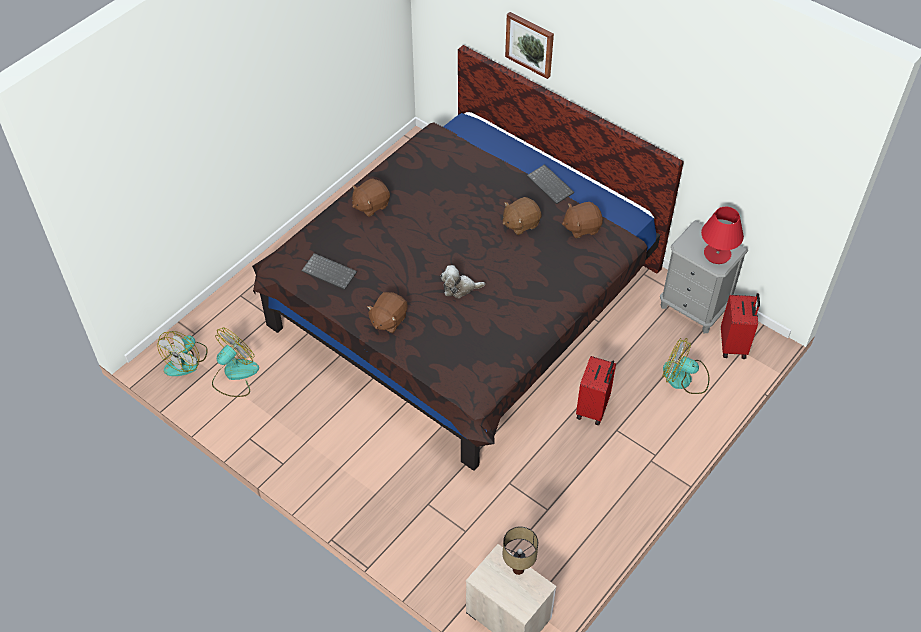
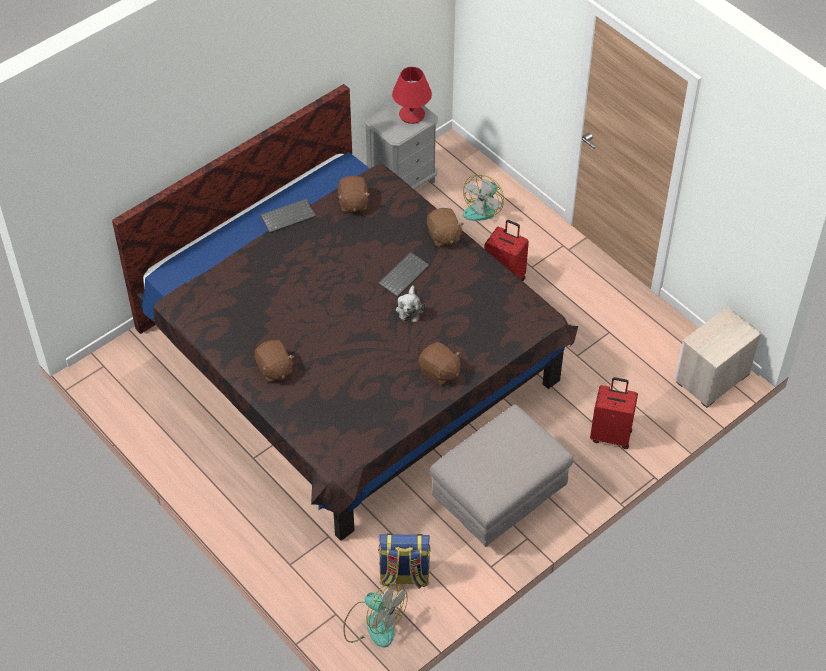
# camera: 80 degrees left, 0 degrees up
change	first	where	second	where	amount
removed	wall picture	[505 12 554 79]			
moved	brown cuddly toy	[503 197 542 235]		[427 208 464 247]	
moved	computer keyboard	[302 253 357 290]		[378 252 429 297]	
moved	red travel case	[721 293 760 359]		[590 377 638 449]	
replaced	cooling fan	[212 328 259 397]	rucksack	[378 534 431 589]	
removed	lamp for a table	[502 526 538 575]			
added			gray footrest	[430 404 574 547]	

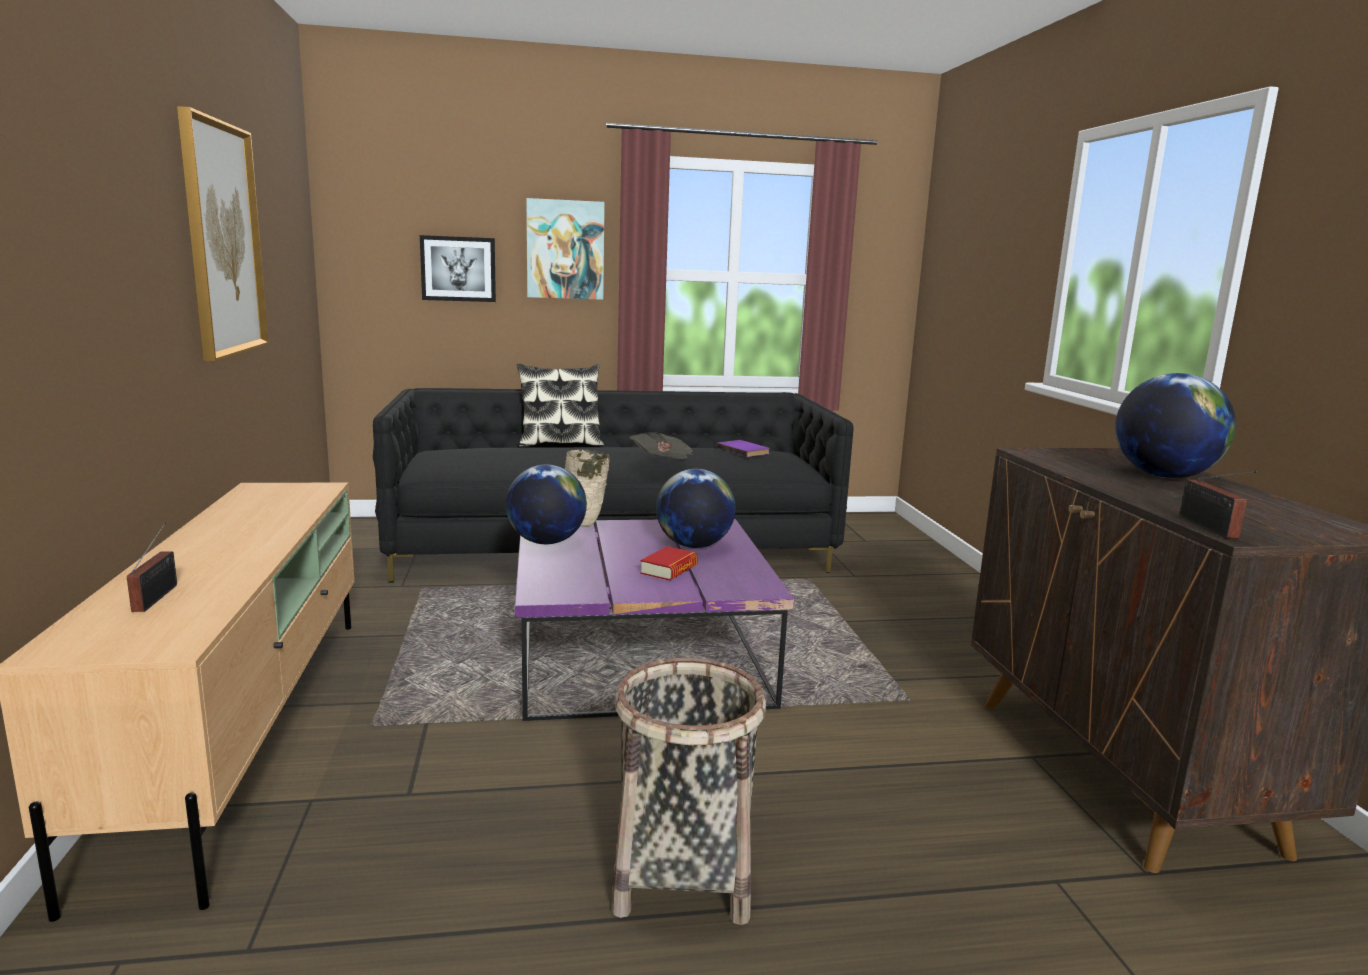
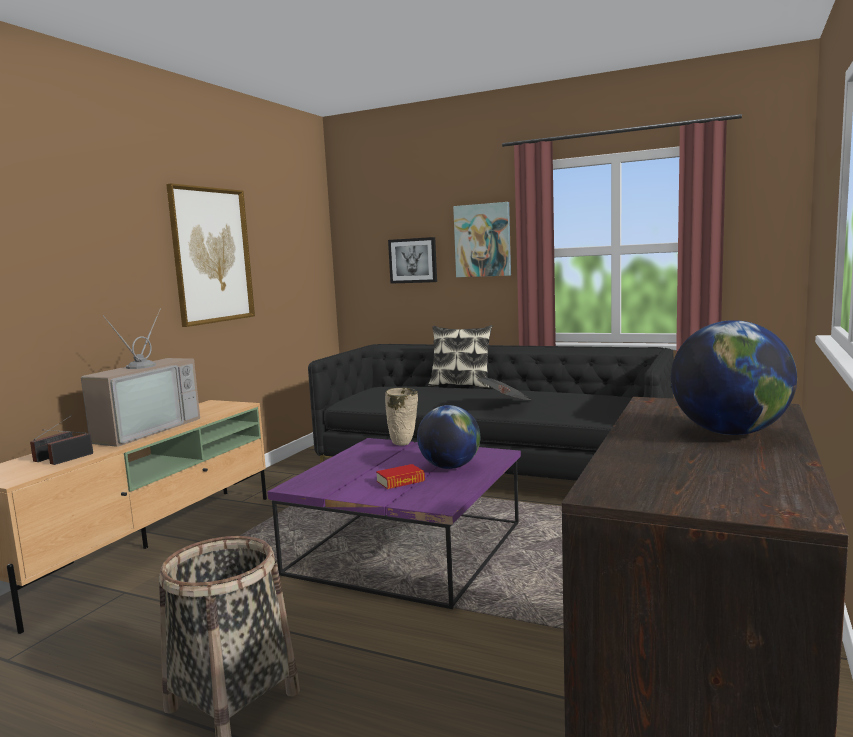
# camera: 35 degrees right, 5 degrees down
change	first	where	second	where	amount
removed	purplish book	[717 440 770 457]			
removed	world globe	[506 464 587 544]			
moved	radio set	[1180 471 1257 539]		[42 429 93 465]	
added			television	[81 309 200 447]	

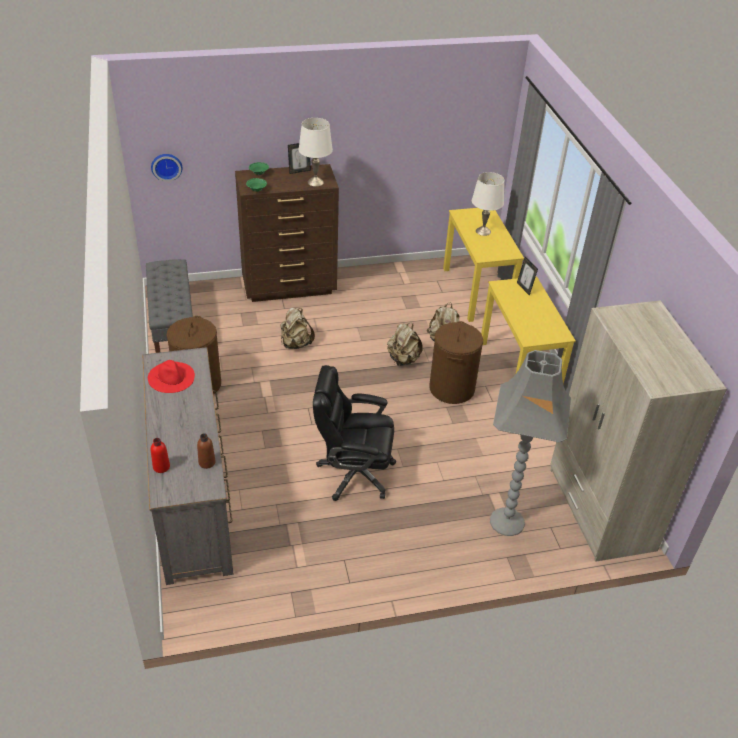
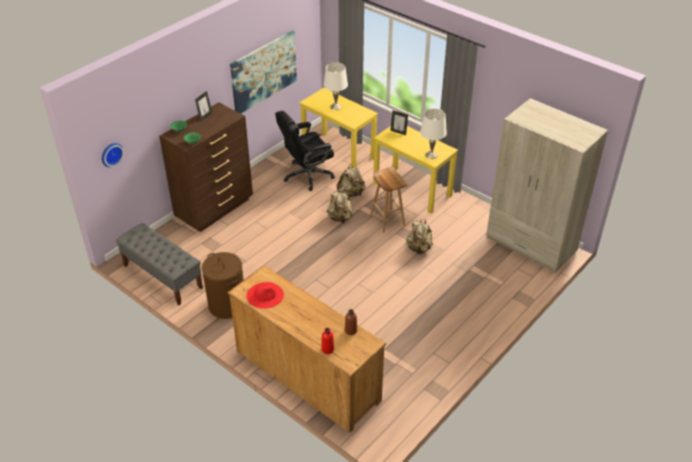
# camera: 35 degrees left, 0 degrees up
change	first	where	second	where	amount
moved	white lamp for a table	[298 118 333 186]		[420 109 447 159]	
moved	sand-coloured rucksack	[280 308 315 349]		[406 219 433 255]	
replaced	brown laundry basket	[429 321 483 404]	brown stool seat	[370 167 407 233]	
recoloured	gray chest of drawers	[143 347 234 585]	brown chest of drawers	[227 265 386 433]	
removed	gray floor lamp	[490 350 571 536]			
moved	black office chair	[313 365 396 501]		[275 111 335 191]	
added			wall picture	[230 30 297 114]	

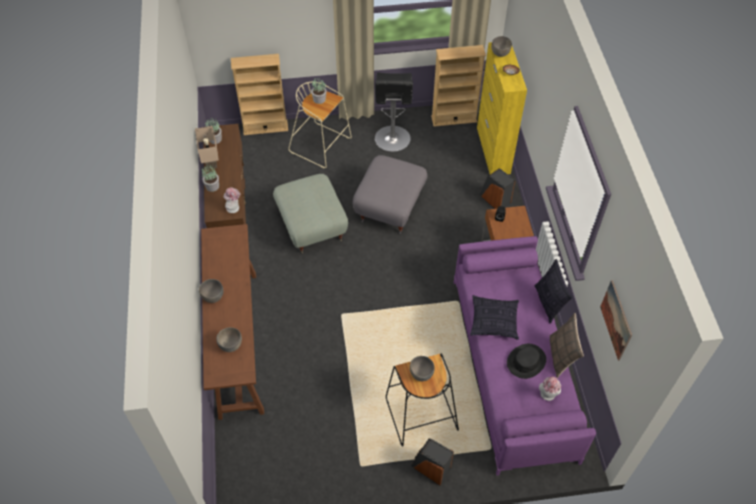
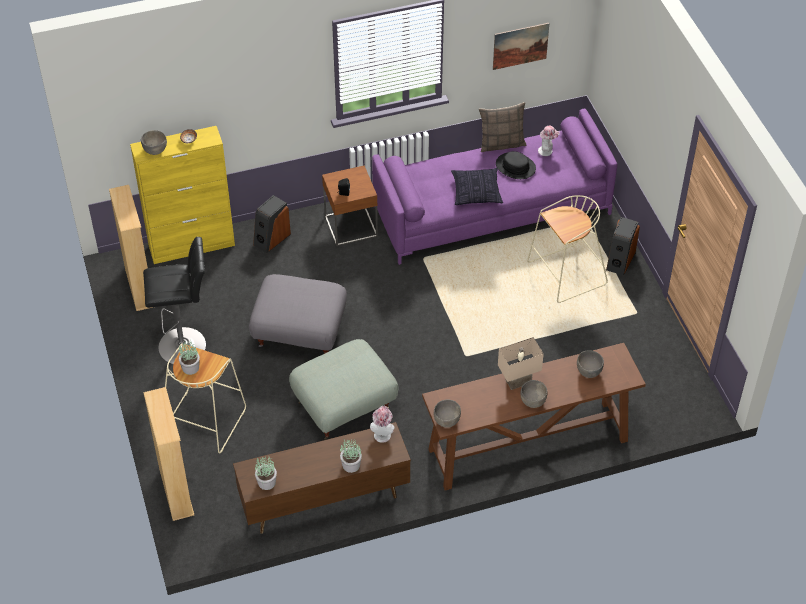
# camera: 100 degrees left, 5 degrees down
change	first	where	second	where	amount
moved	sand-coloured lamp for a table	[195 126 219 170]		[498 337 544 390]	
removed	cushion	[535 259 573 324]			
recoloured	black stool seat	[386 354 459 446]	sand-coloured stool seat	[527 195 608 303]	
moved	gray serving bowl	[410 356 435 381]		[434 400 461 428]	

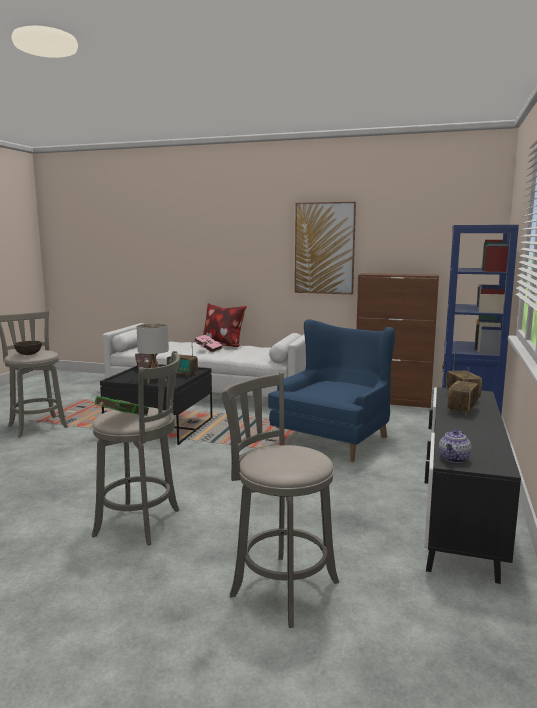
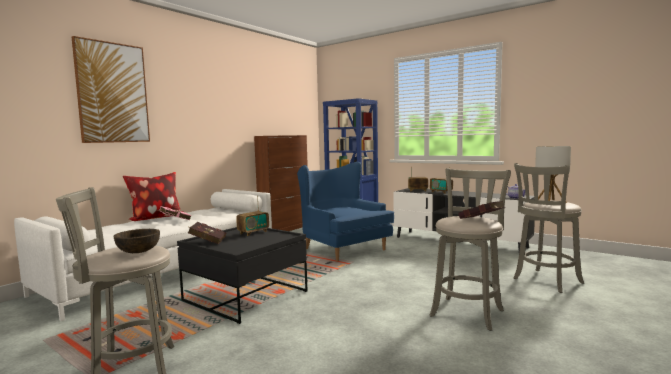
# camera: 70 degrees left, 5 degrees down
change	first	where	second	where	amount
moved	wall picture	[295 202 356 294]		[72 36 150 143]	
moved	lamp for a table	[136 323 169 383]		[535 146 571 203]	
recoloured	green-coloured book	[95 396 149 416]	red book	[458 201 505 219]	

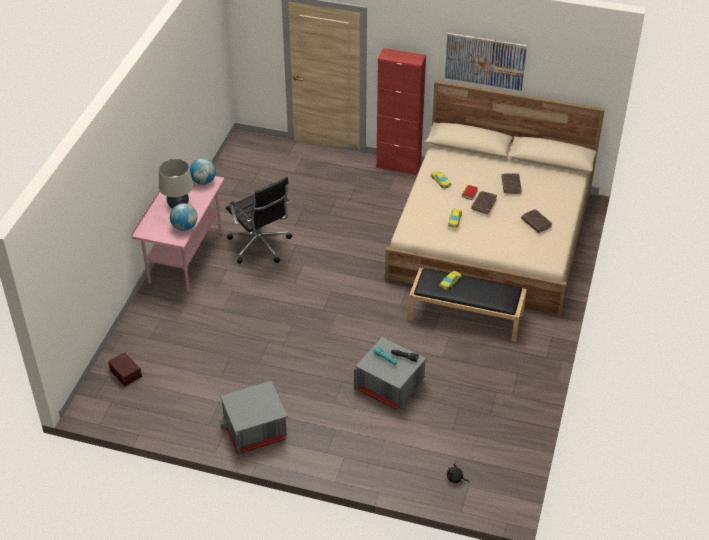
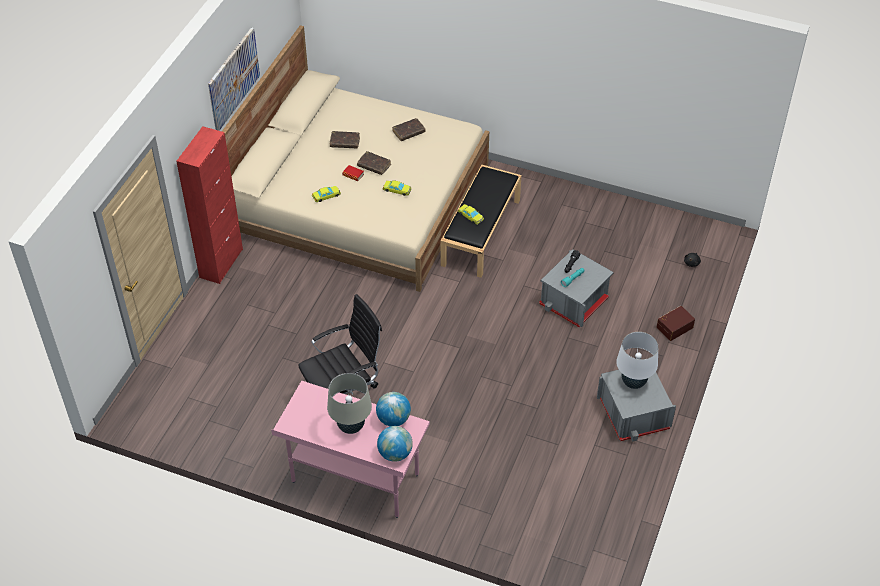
# camera: 85 degrees left, 5 degrees up
change	first	where	second	where	amount
moved	world globe	[190 158 216 185]		[377 426 413 462]	
moved	brown storage container	[108 352 142 386]		[656 306 695 341]	
added			white lamp for a table	[616 332 658 389]	

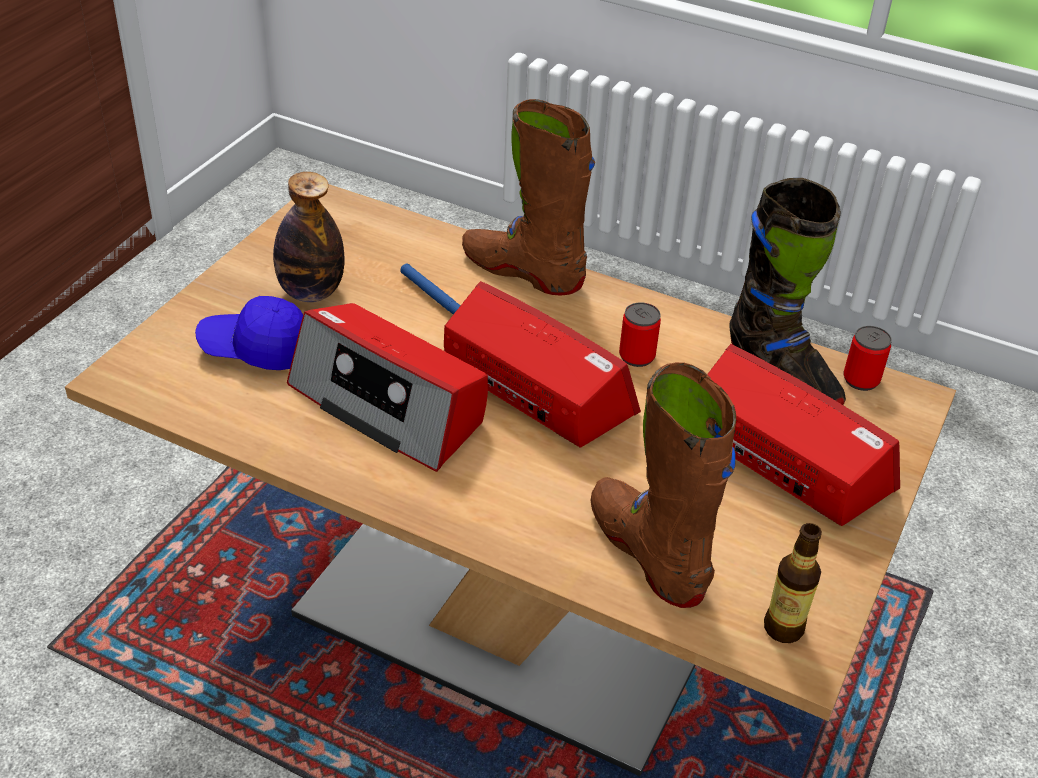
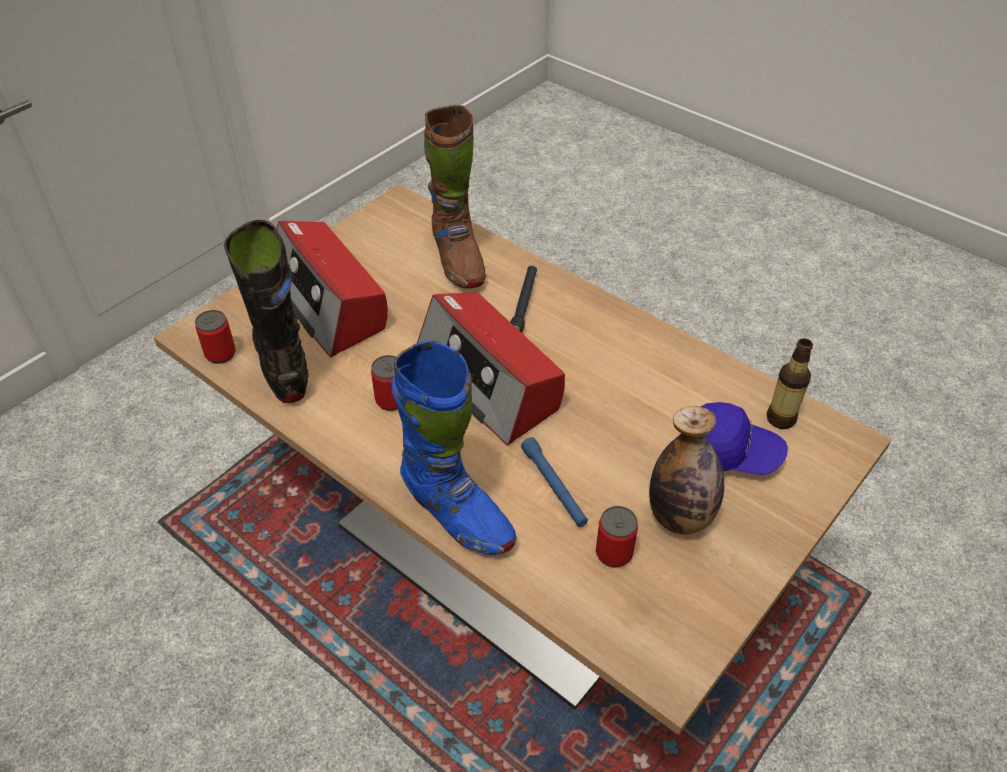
# camera: 165 degrees left, 5 degrees up
change	first	where	second	where	amount
recoloured	brown tall boot	[462 99 595 296]	bluish tall boot	[391 340 516 555]	
removed	radio set	[287 303 488 472]			
moved	bottle	[764 523 822 643]		[767 338 813 429]	
added			black flashlight	[510 266 537 333]	
added			metal can	[596 506 638 568]	

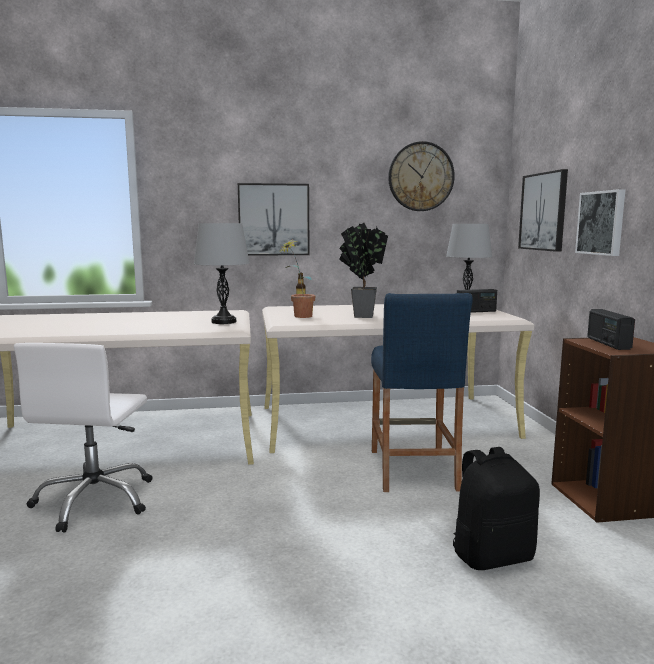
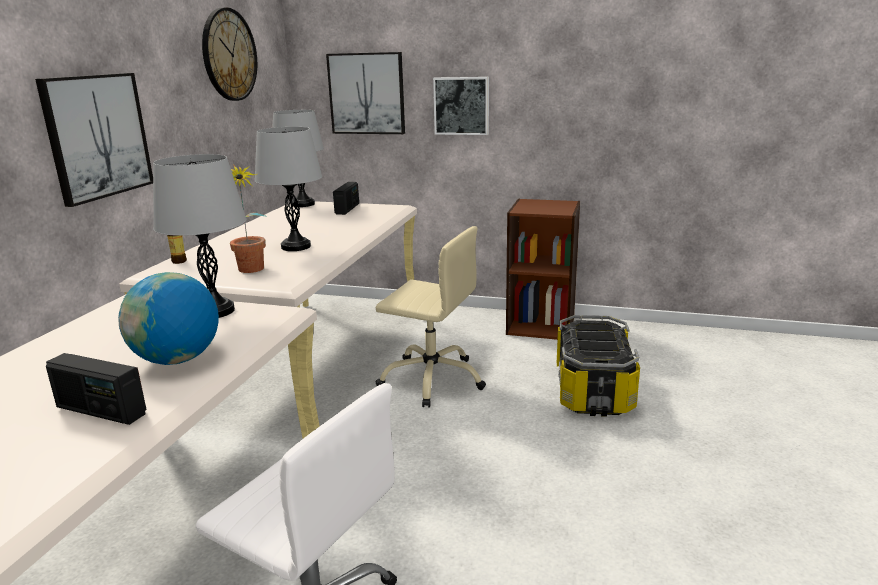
# camera: 65 degrees left, 10 degrees up
change	first	where	second	where	amount
replaced	potted plant	[339 223 388 318]	gray lamp for a table	[255 127 322 251]	
replaced	bluish stool seat	[371 293 473 492]	sand-coloured office chair	[375 226 486 407]	
moved	radio set	[587 309 635 350]		[46 353 146 425]	
replaced	black rucksack	[453 447 540 570]	storage container	[557 315 640 417]	
added			world globe	[118 272 219 365]	

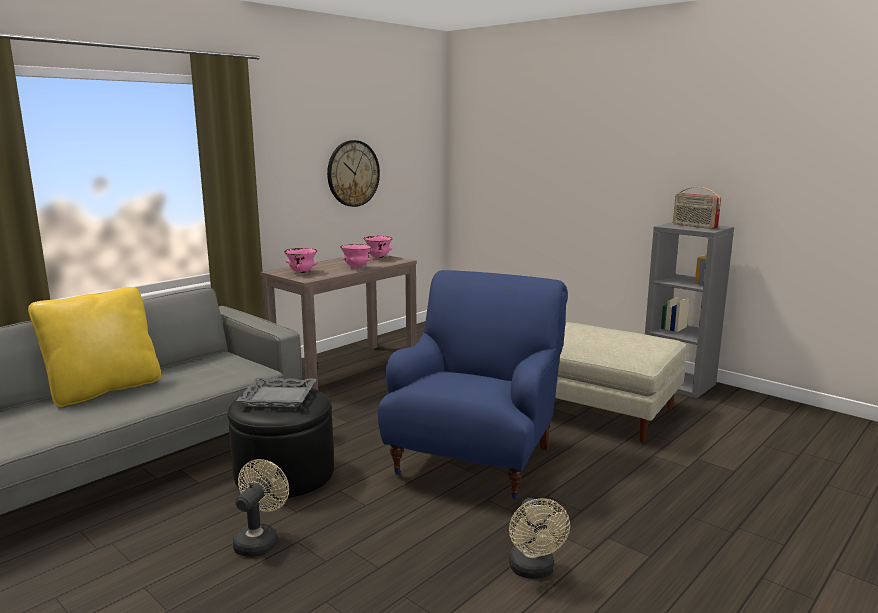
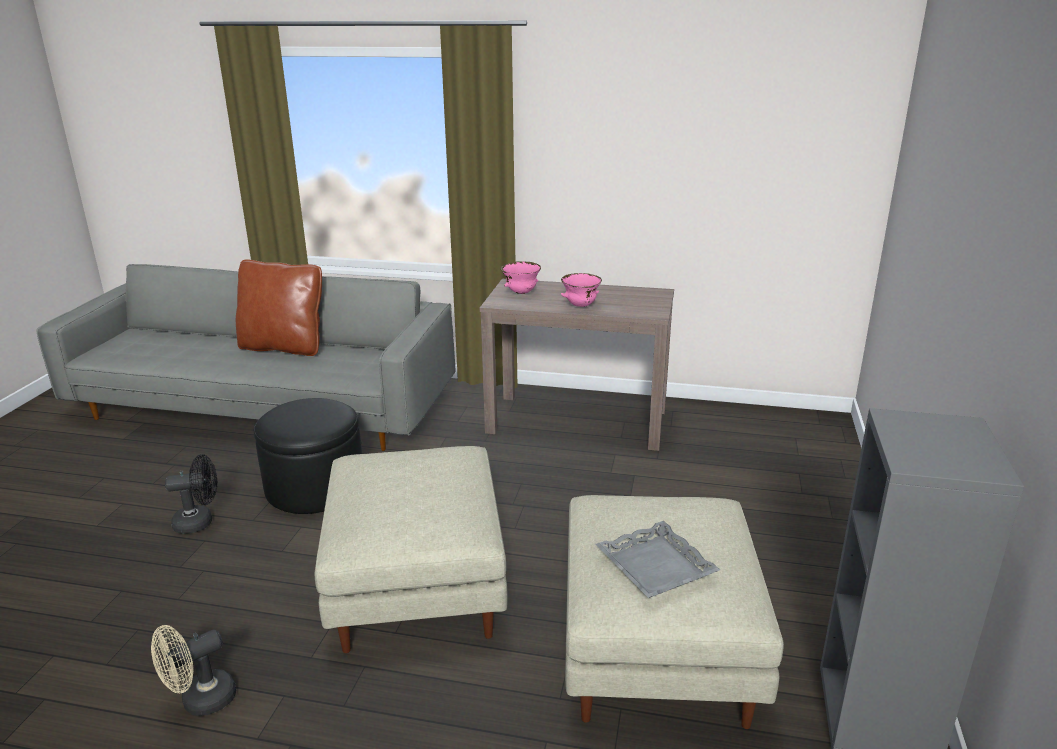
# camera: 60 degrees right, 10 degrees up
change	first	where	second	where	amount
removed	wall clock	[327 140 380 207]			
removed	radio set	[673 187 721 229]			
removed	pinkish serving bowl	[363 236 393 258]			
replaced	bluish lounge chair	[378 270 568 500]	sand-coloured footrest	[315 446 508 653]	
recoloured	yellow cushion	[28 287 161 407]	brown cushion	[236 259 322 356]	
moved	gray serving tray	[236 378 316 407]		[596 521 720 598]	
recoloured	sand-coloured cooling fan	[233 459 289 557]	black cooling fan	[165 454 217 534]	

